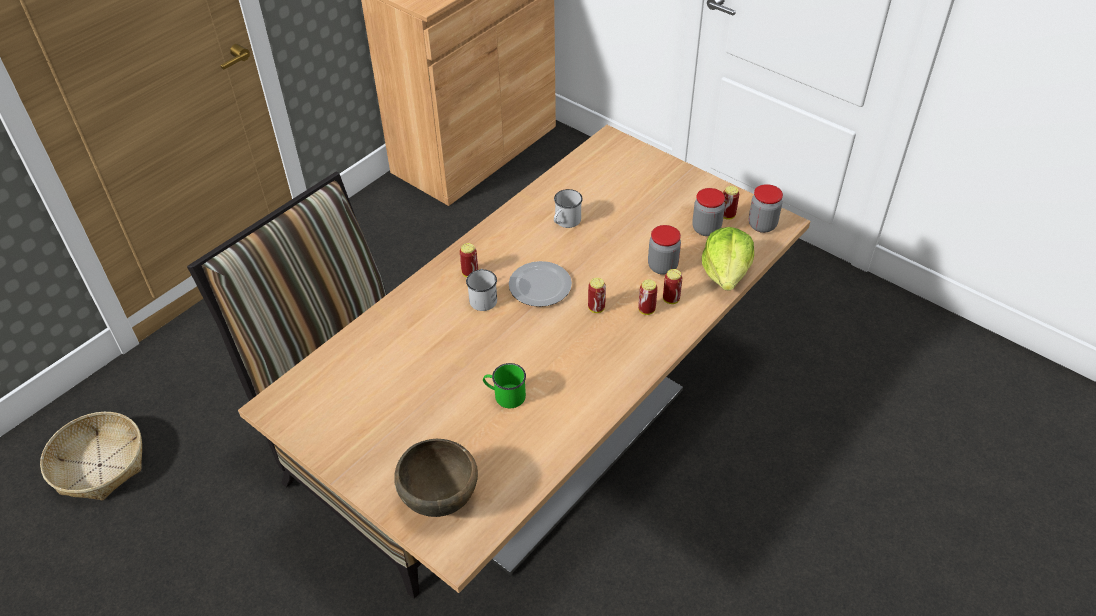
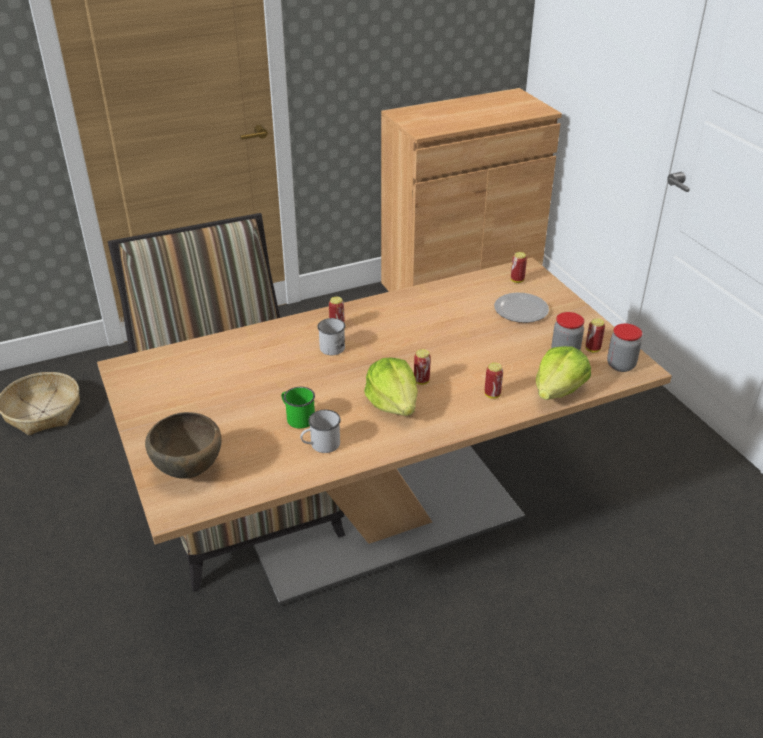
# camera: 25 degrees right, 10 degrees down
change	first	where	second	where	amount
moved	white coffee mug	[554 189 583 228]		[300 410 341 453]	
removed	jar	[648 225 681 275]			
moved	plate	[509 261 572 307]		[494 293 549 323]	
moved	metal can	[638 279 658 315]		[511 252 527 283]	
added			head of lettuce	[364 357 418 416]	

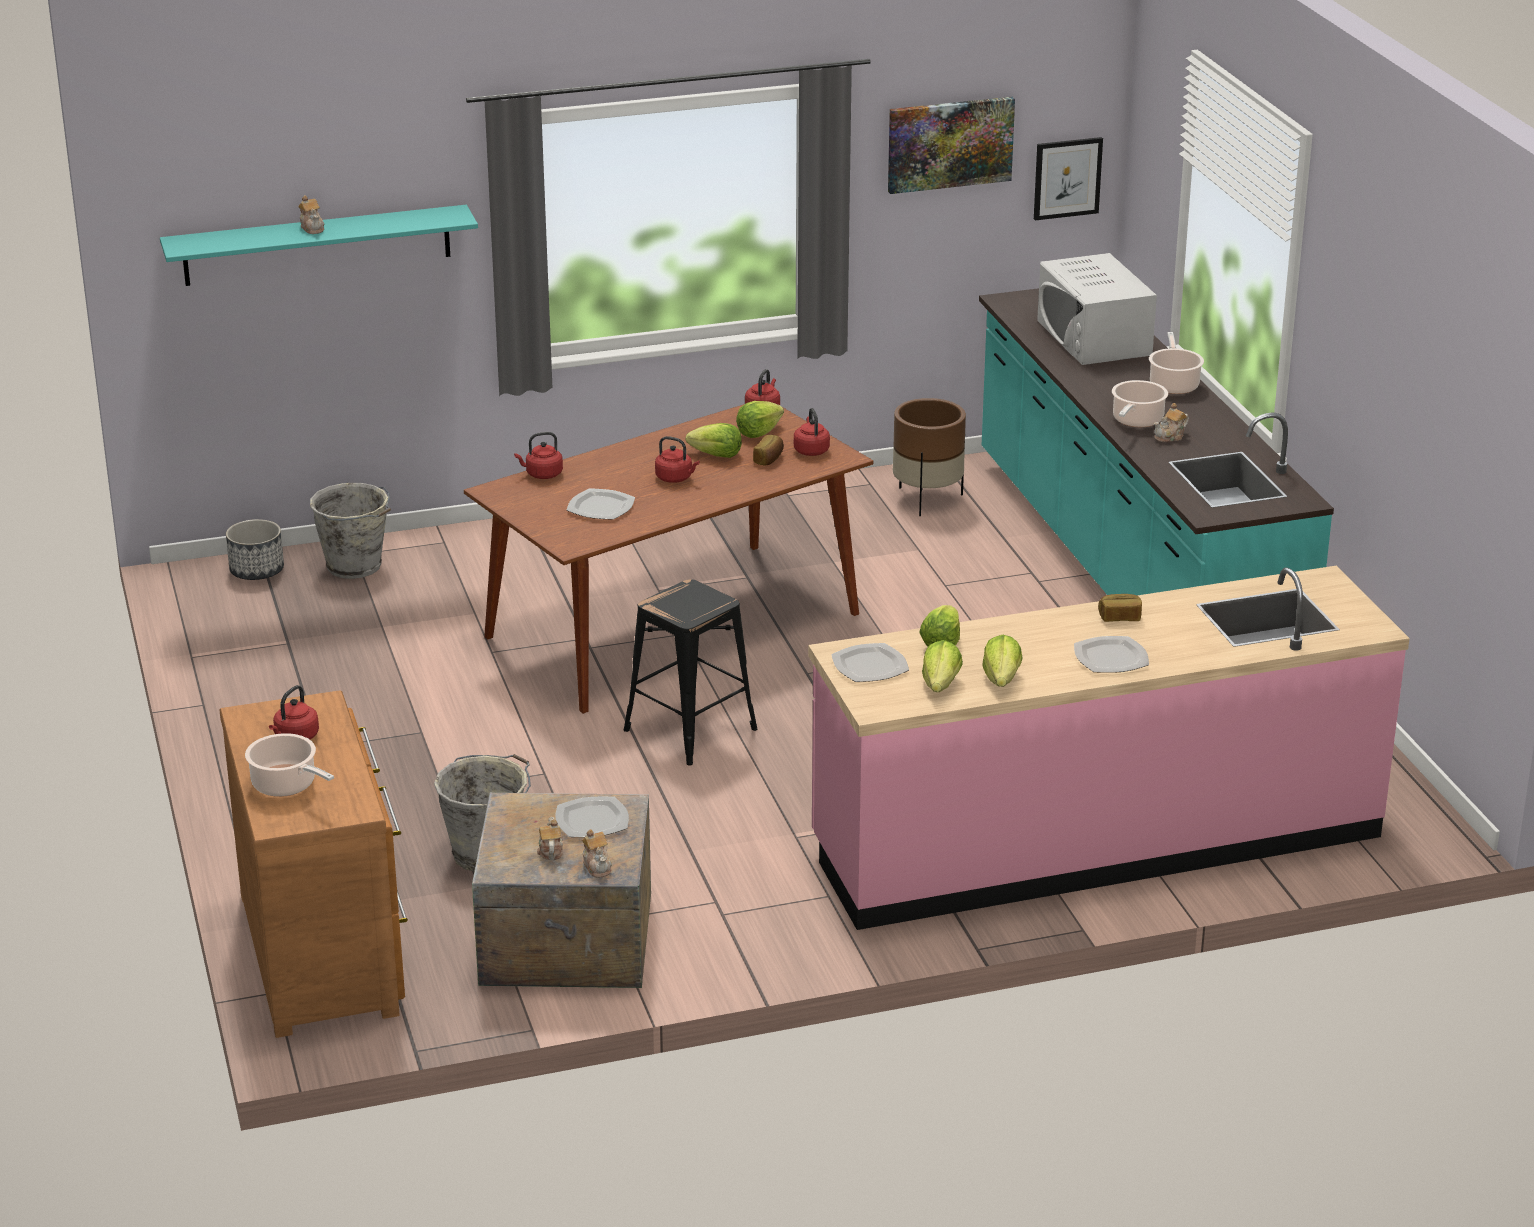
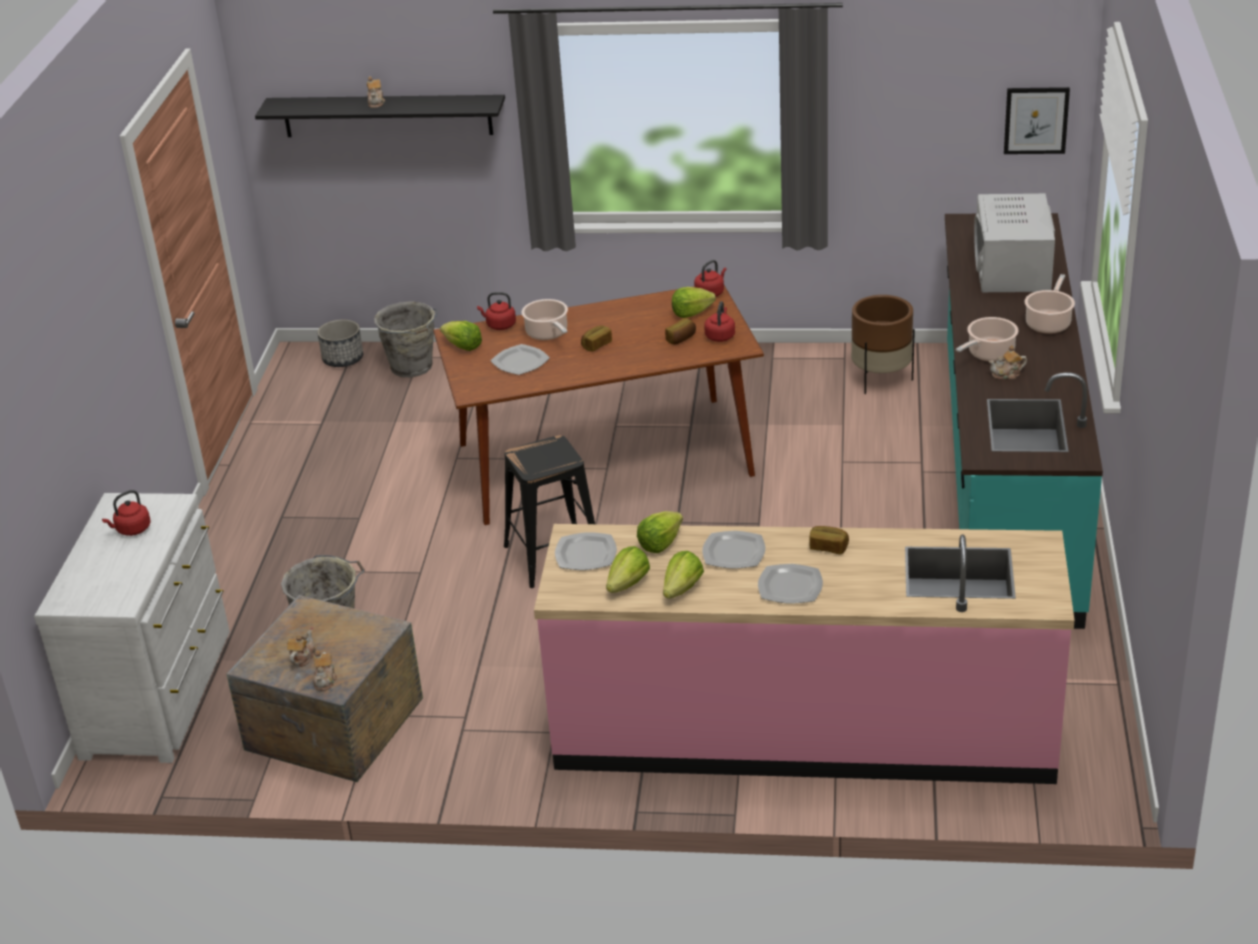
# camera: 25 degrees right, 5 degrees up
change	first	where	second	where	amount
removed	wall picture	[888 97 1015 194]			
recoloured	turquoise bracket shelf	[160 205 478 286]	black bracket shelf	[255 95 505 137]	
moved	head of lettuce	[686 423 742 458]		[440 321 482 351]	
replaced	red kettle	[655 436 699 483]	baked bread	[581 325 612 351]	
recoloured	brown chest of drawers	[220 690 408 1038]	white chest of drawers	[34 493 230 763]	
moved	cooking pot	[245 733 334 797]		[521 299 568 340]	
moved	plate	[556 797 629 837]		[702 531 765 569]	

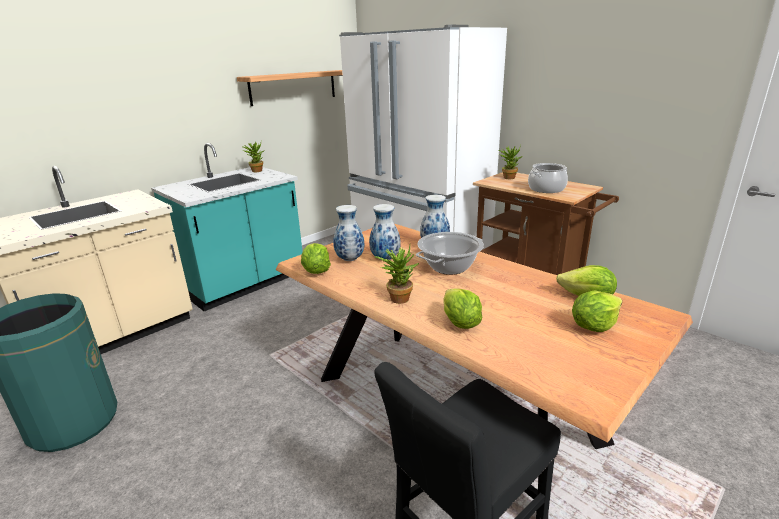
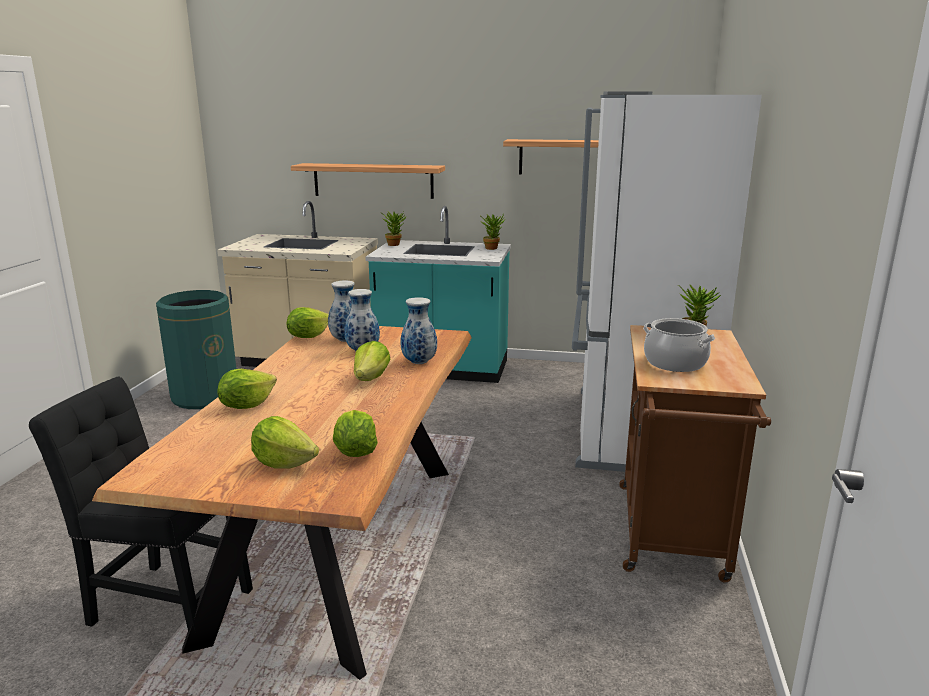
# camera: 55 degrees right, 5 degrees down
change	first	where	second	where	amount
replaced	cooking pot	[416 232 484 275]	head of lettuce	[354 341 391 381]	
moved	potted plant	[375 245 419 304]		[382 211 407 246]	
added			bracket shelf	[291 163 445 199]	

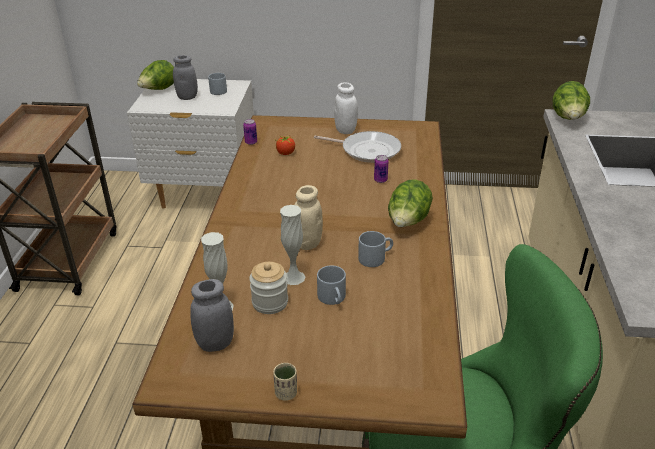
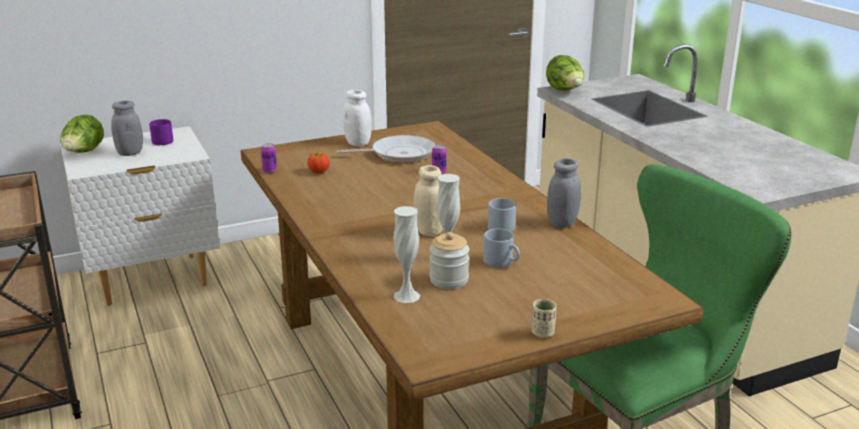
# camera: 30 degrees left, 10 degrees down
change	first	where	second	where	amount
recoloured	gray coffee mug	[208 73 227 95]	purplish coffee mug	[149 119 173 145]	
removed	head of lettuce	[388 179 433 227]			
moved	gray jar	[190 279 234 352]		[547 158 581 228]	

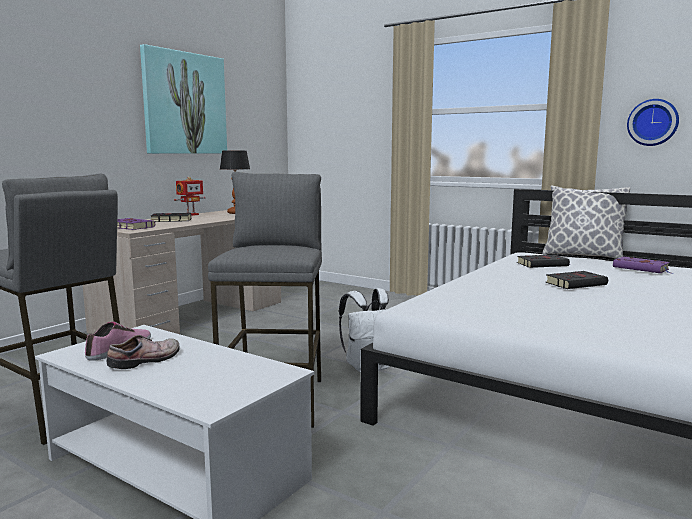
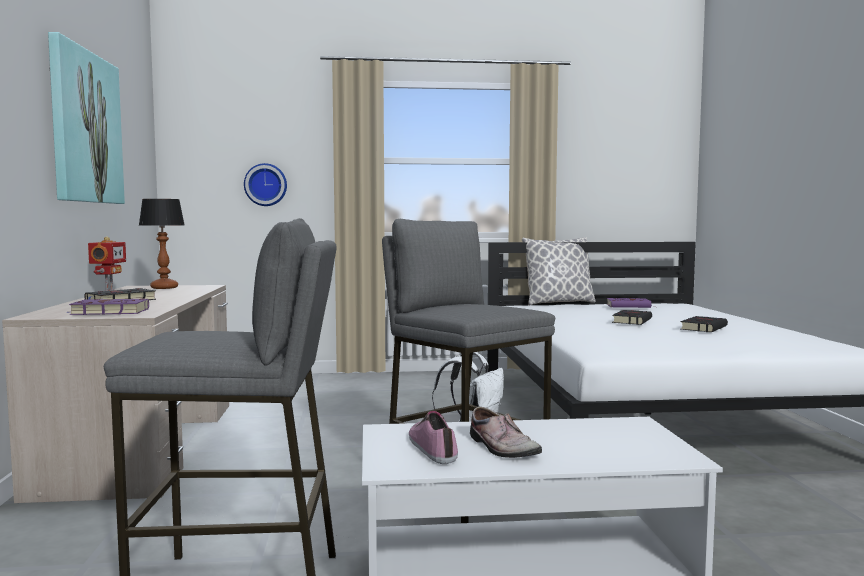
# camera: 40 degrees left, 5 degrees down
change	first	where	second	where	amount
moved	wall clock	[627 99 679 146]		[244 163 287 206]	
moved	black book	[517 255 570 268]		[680 316 728 332]	
turned	low shoe	[107 335 180 369]		[470 407 542 458]	150 degrees clockwise

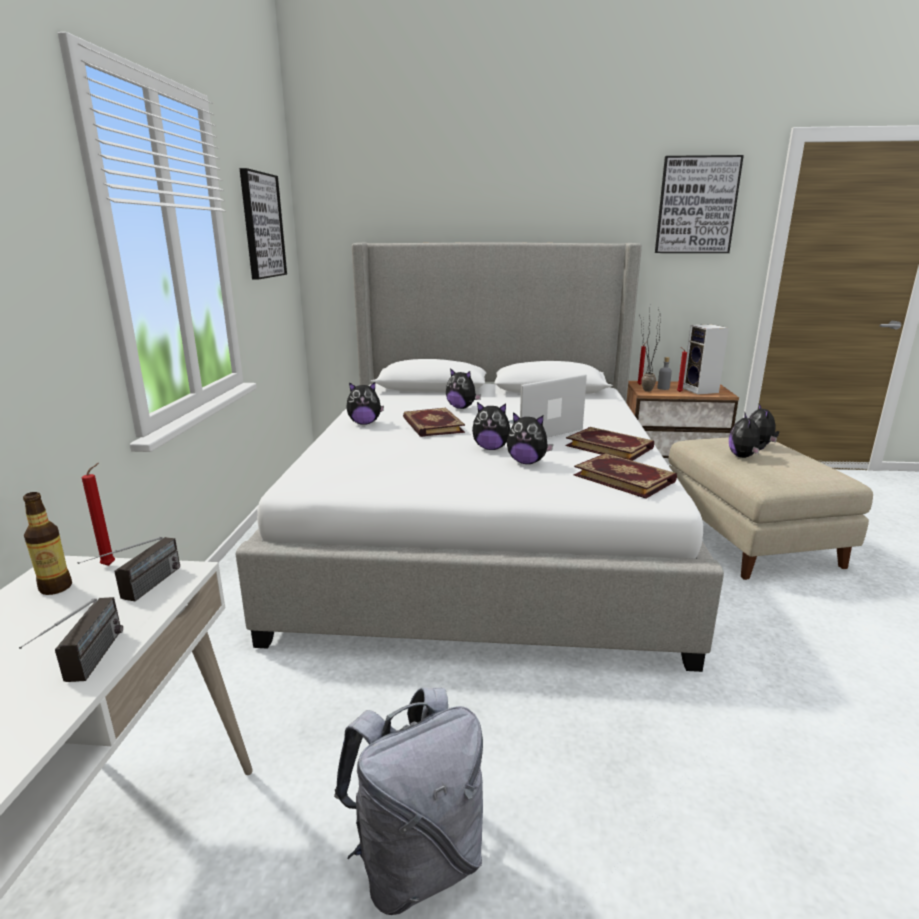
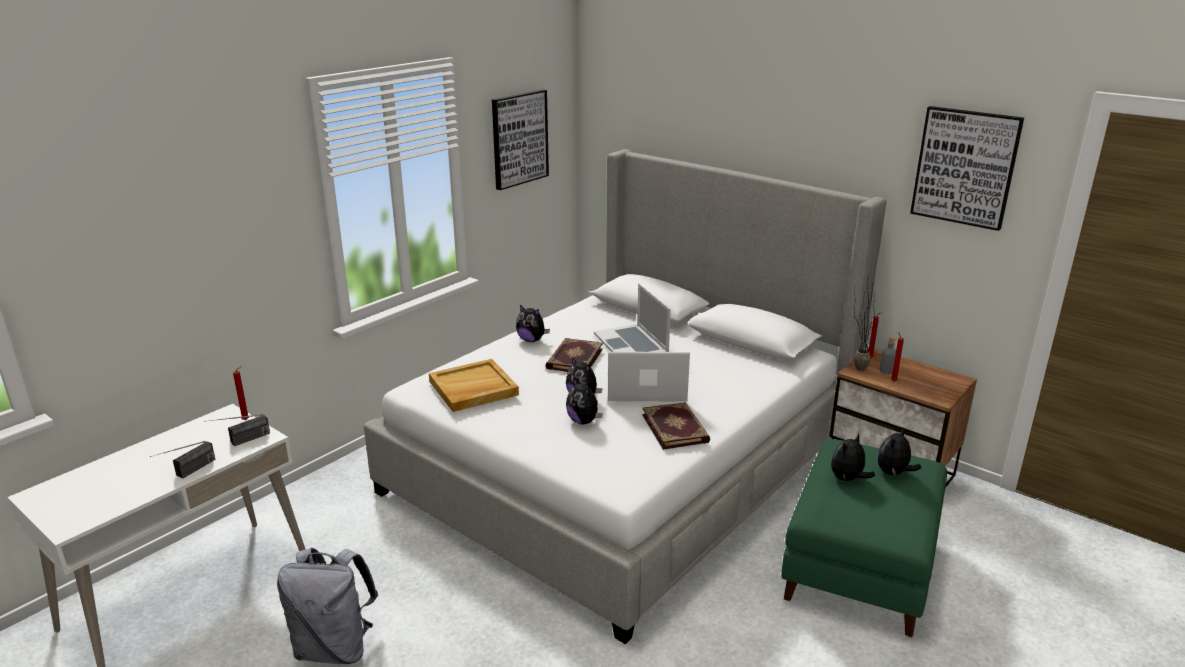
# camera: 35 degrees right, 5 degrees up
change	first	where	second	where	amount
removed	audio speaker	[683 324 729 395]			
replaced	cuddly toy	[446 368 481 409]	portable computer	[594 283 671 352]	
recoloured	sand-coloured footrest	[668 437 873 580]	green-coloured footrest	[781 439 947 637]	
removed	book	[574 453 677 499]			
removed	bottle	[23 492 72 595]			
added			sand-coloured serving tray	[429 359 519 412]	

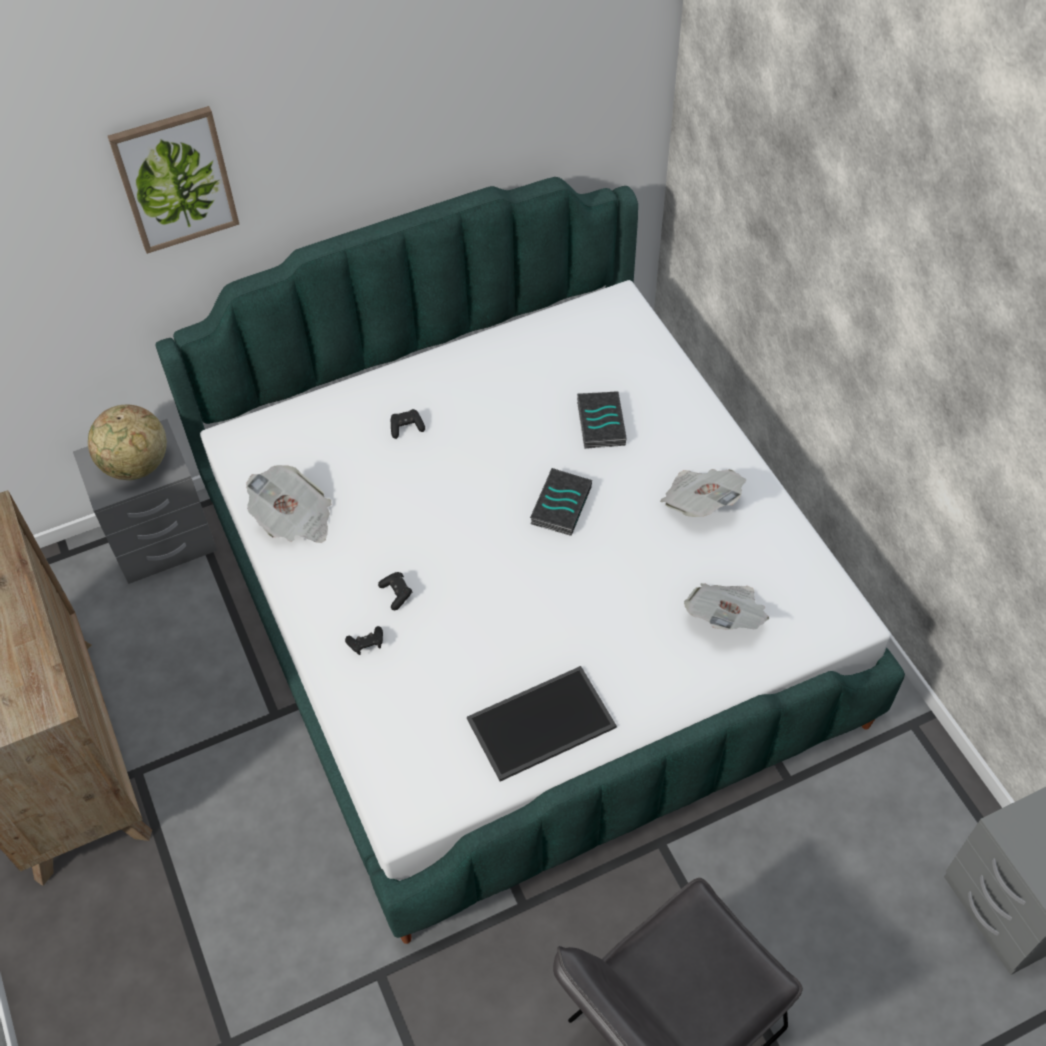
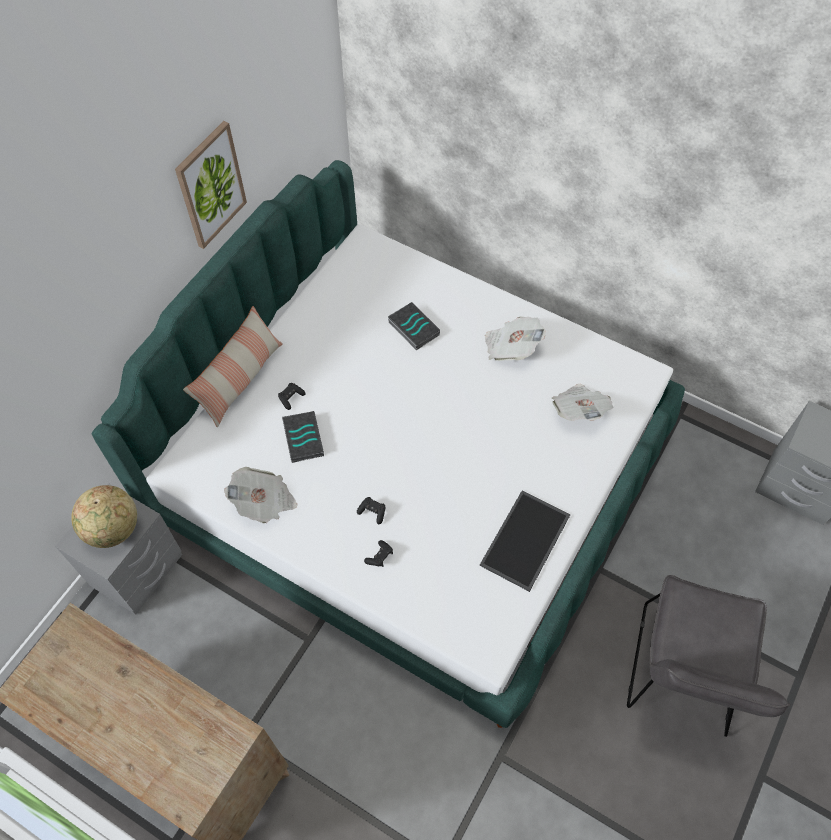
# camera: 35 degrees left, 5 degrees up
change	first	where	second	where	amount
moved	wall picture	[108 106 239 254]		[175 121 247 249]	
moved	book	[530 468 592 536]		[282 411 324 463]	
added			cushion	[183 306 282 428]	

